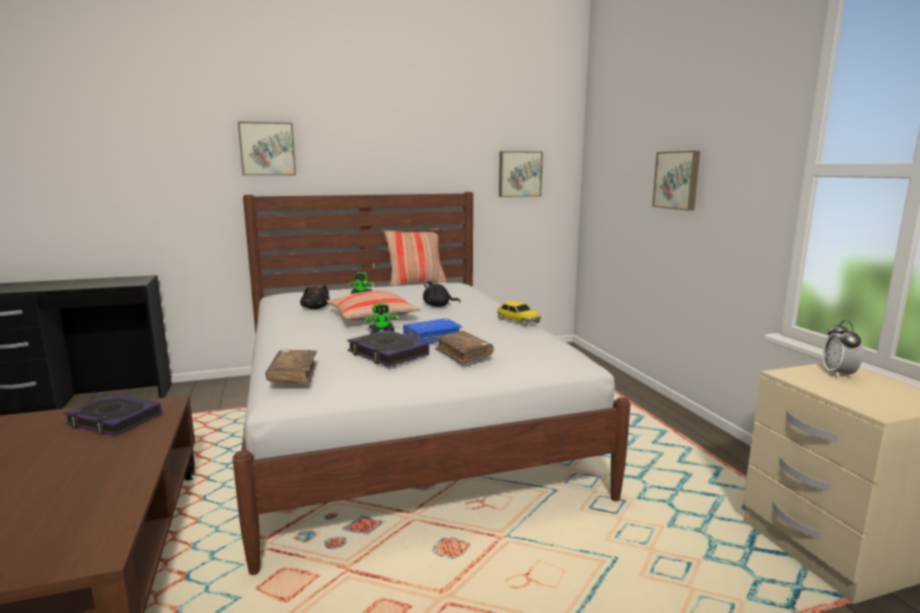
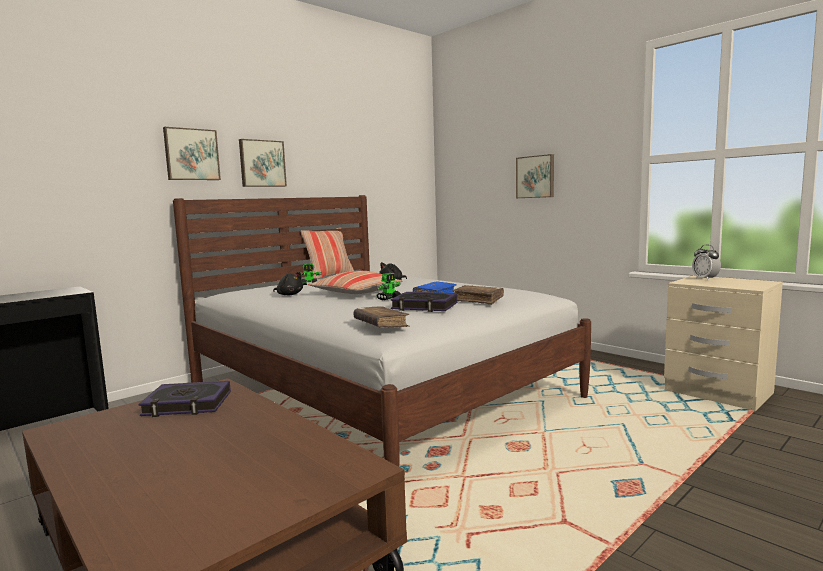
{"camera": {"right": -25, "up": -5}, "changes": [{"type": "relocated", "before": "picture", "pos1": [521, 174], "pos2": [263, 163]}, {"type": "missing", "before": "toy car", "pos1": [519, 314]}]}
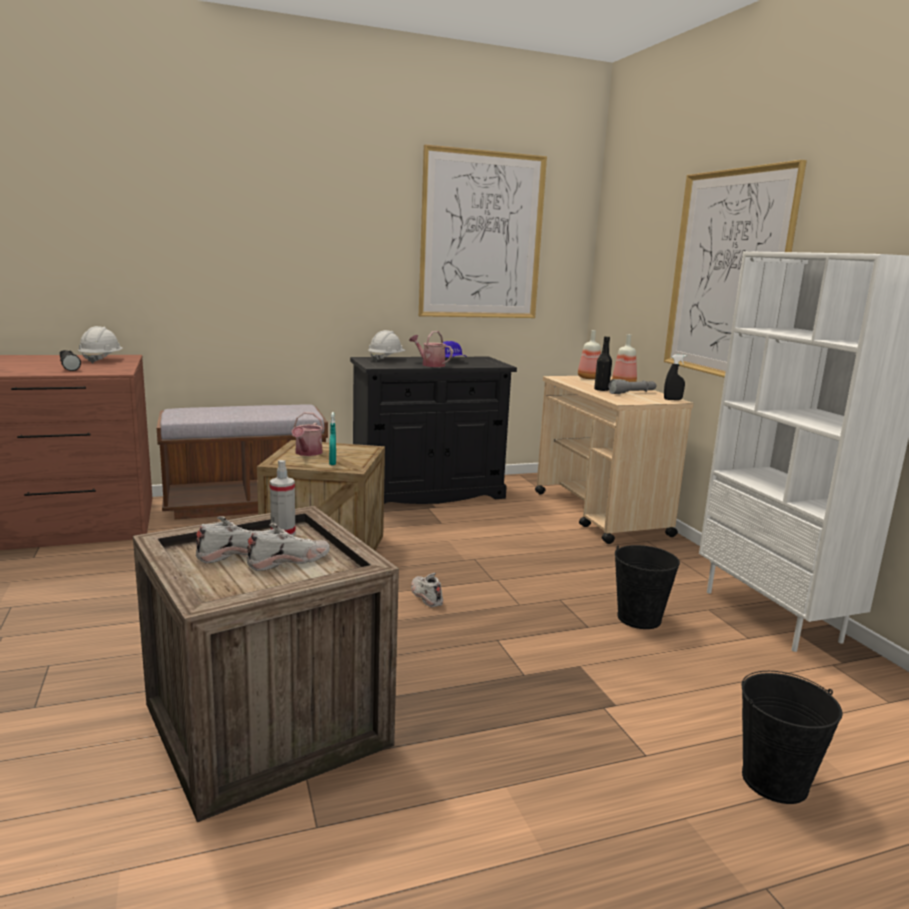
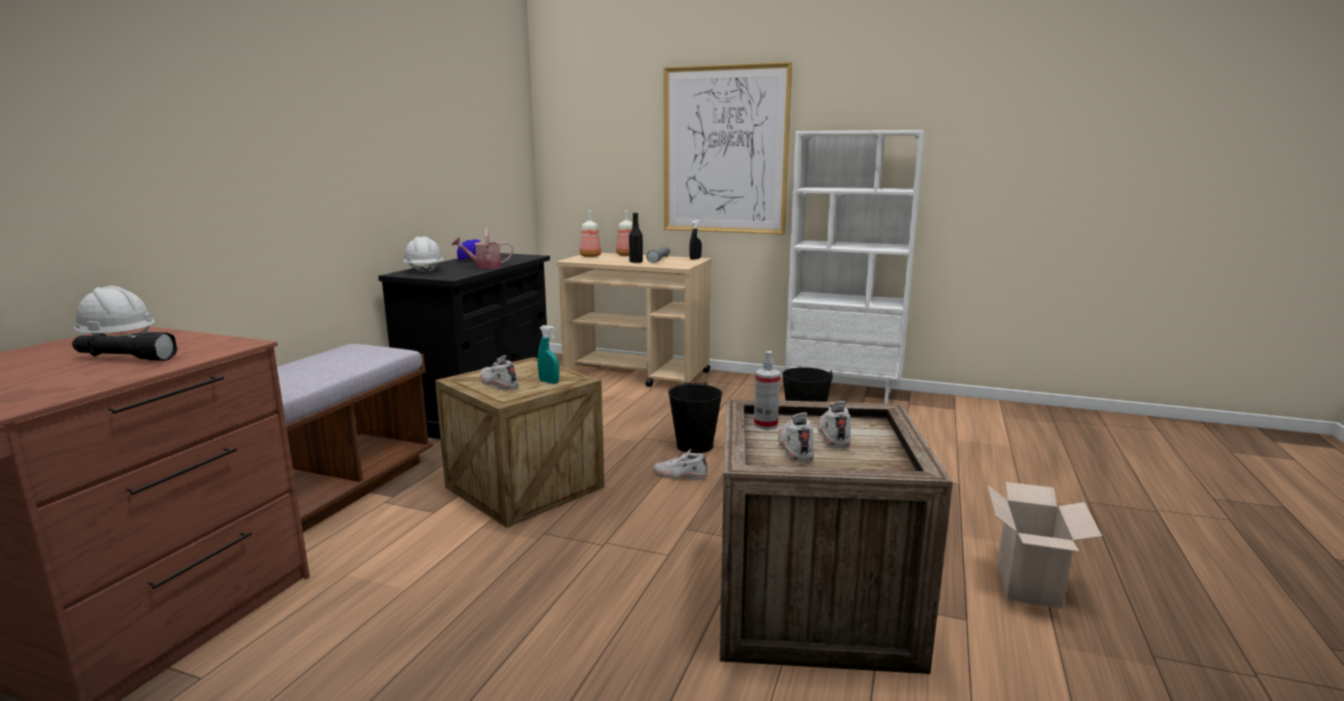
{"camera": {"right": -50, "up": 0}, "changes": [{"type": "exchanged", "before": "watering can", "after": "white shoe", "pos1": [307, 434], "pos2": [499, 372]}, {"type": "relocated", "before": "black bucket", "pos1": [792, 737], "pos2": [695, 417]}, {"type": "appeared", "after": "cardboard box", "pos2": [1045, 545]}, {"type": "missing", "before": "picture", "pos1": [483, 231]}]}
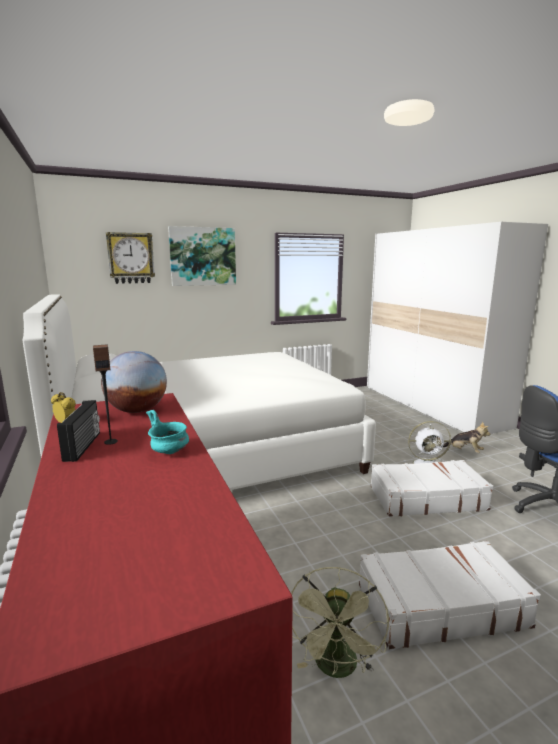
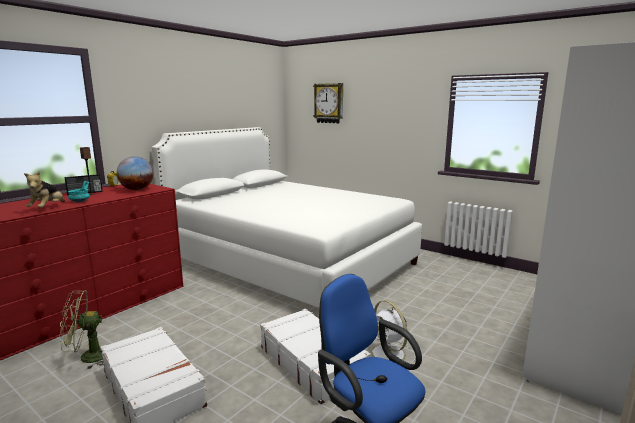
{"camera": {"right": 60, "up": 0}, "changes": [{"type": "relocated", "before": "plush toy", "pos1": [466, 437], "pos2": [44, 189]}, {"type": "missing", "before": "picture", "pos1": [202, 256]}]}
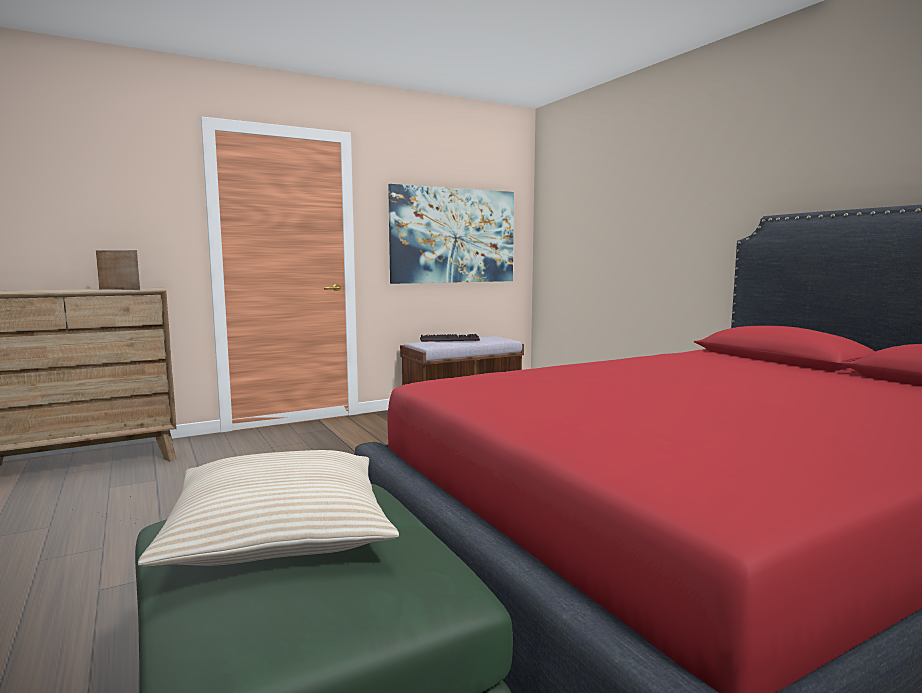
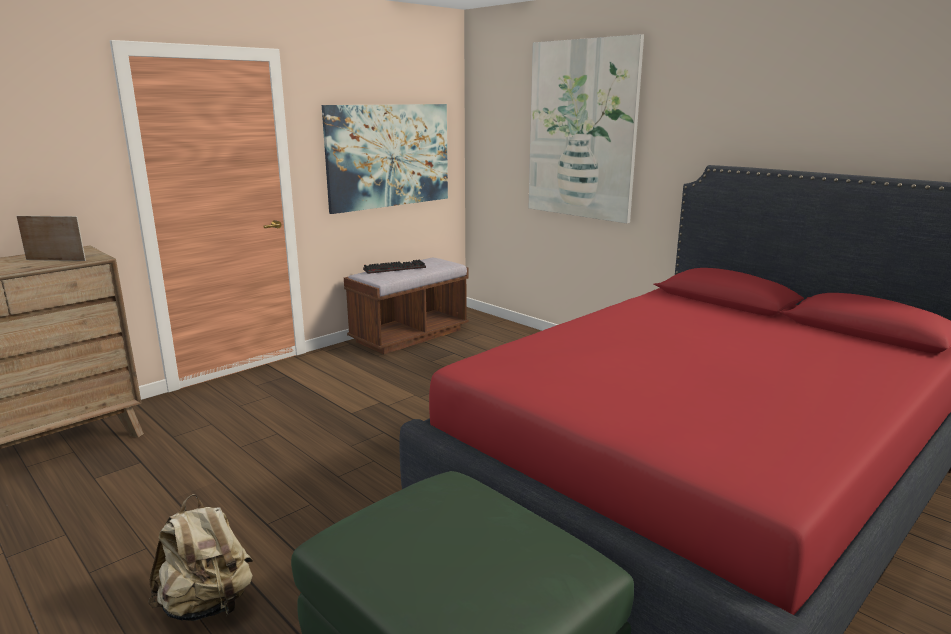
{"camera": {"right": -15, "up": 10}, "changes": [{"type": "appeared", "after": "beige backpack", "pos2": [200, 557]}, {"type": "appeared", "after": "picture", "pos2": [586, 128]}, {"type": "missing", "before": "beige pillow", "pos1": [268, 508]}]}
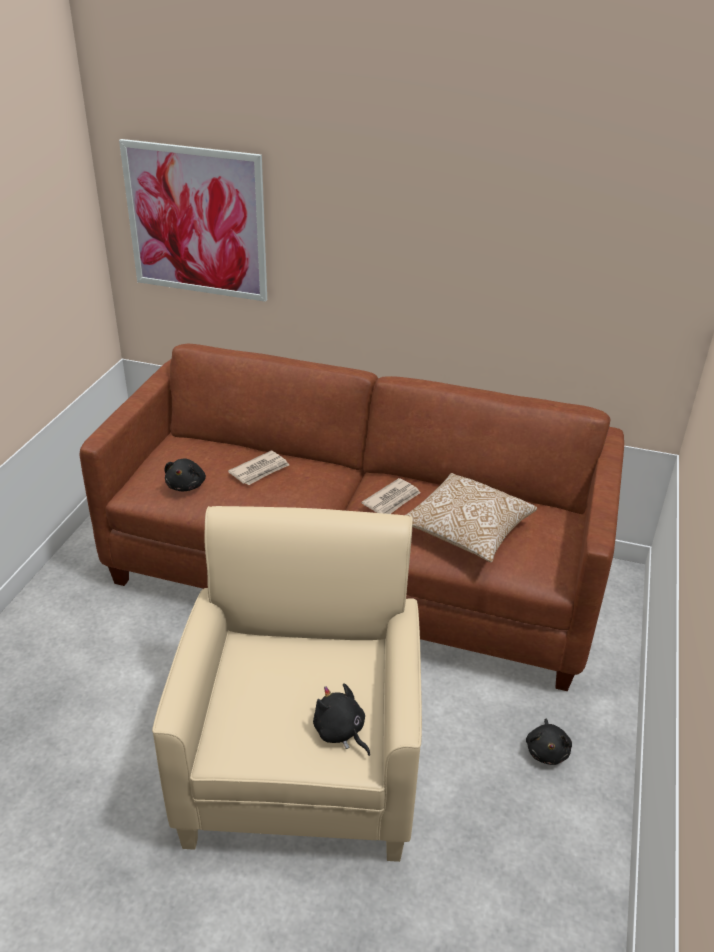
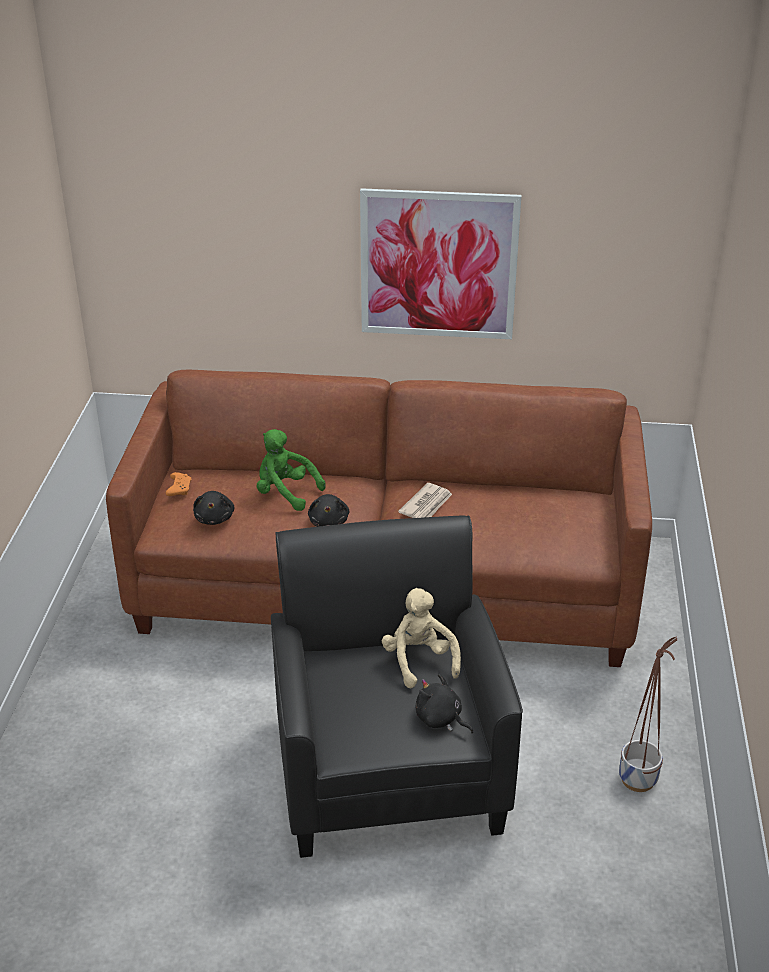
{"camera": {"right": -10, "up": 0}, "changes": [{"type": "appeared", "after": "orange game controller", "pos2": [178, 484]}, {"type": "exchanged", "before": "newspaper", "after": "green plush toy", "pos1": [258, 468], "pos2": [291, 470]}, {"type": "colour", "before": "beige armchair", "after": "black armchair", "pos1": [287, 684], "pos2": [397, 687]}, {"type": "relocated", "before": "black plush toy", "pos1": [549, 742], "pos2": [329, 510]}, {"type": "relocated", "before": "picture", "pos1": [193, 220], "pos2": [440, 263]}, {"type": "appeared", "after": "beige plush toy", "pos2": [421, 638]}, {"type": "appeared", "after": "planter", "pos2": [648, 714]}, {"type": "missing", "before": "pillow", "pos1": [471, 517]}]}
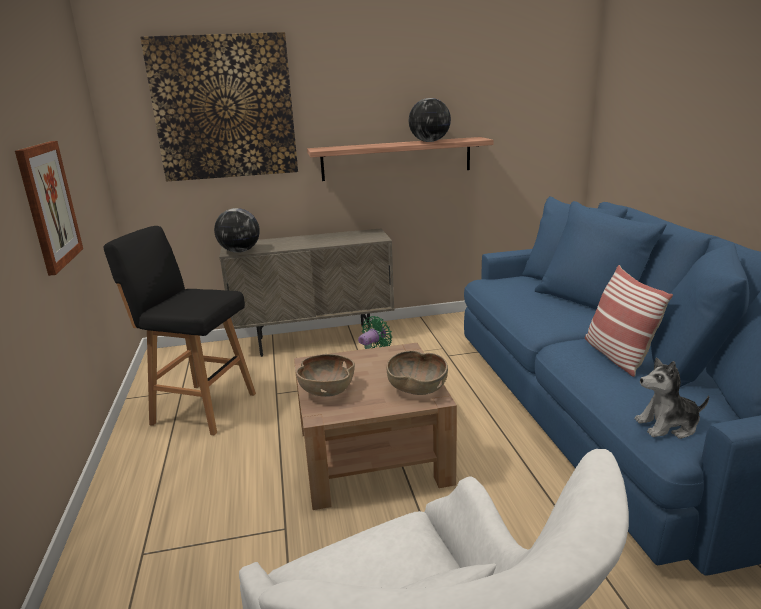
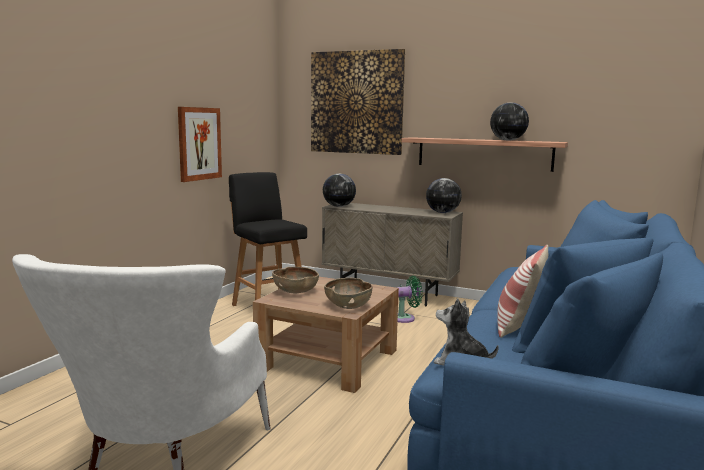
{"camera": {"right": 35, "up": -10}, "changes": [{"type": "appeared", "after": "globe", "pos2": [444, 195]}]}
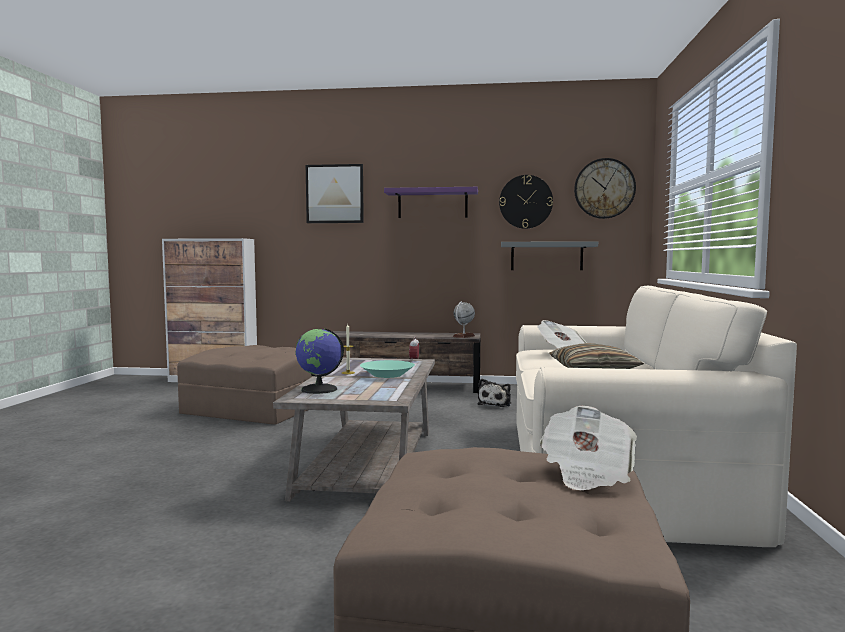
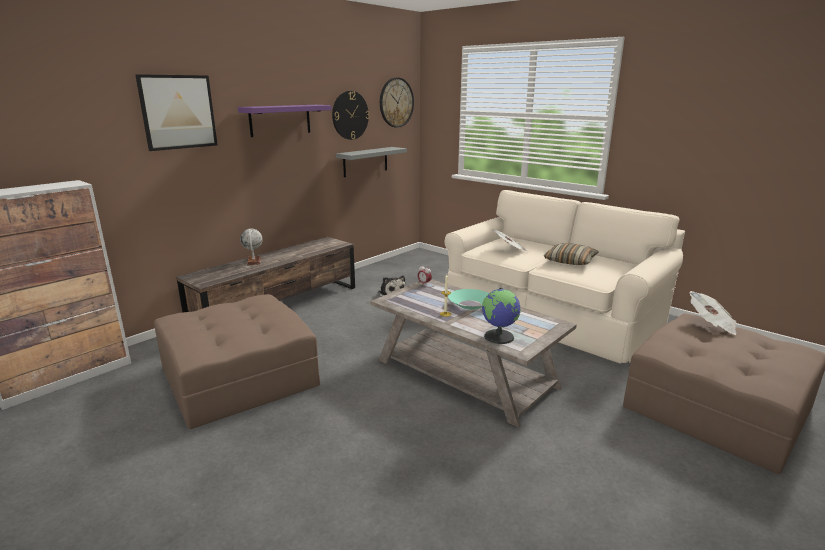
{"camera": {"right": -55, "up": 15}, "changes": [{"type": "relocated", "before": "globe", "pos1": [464, 319], "pos2": [251, 246]}]}
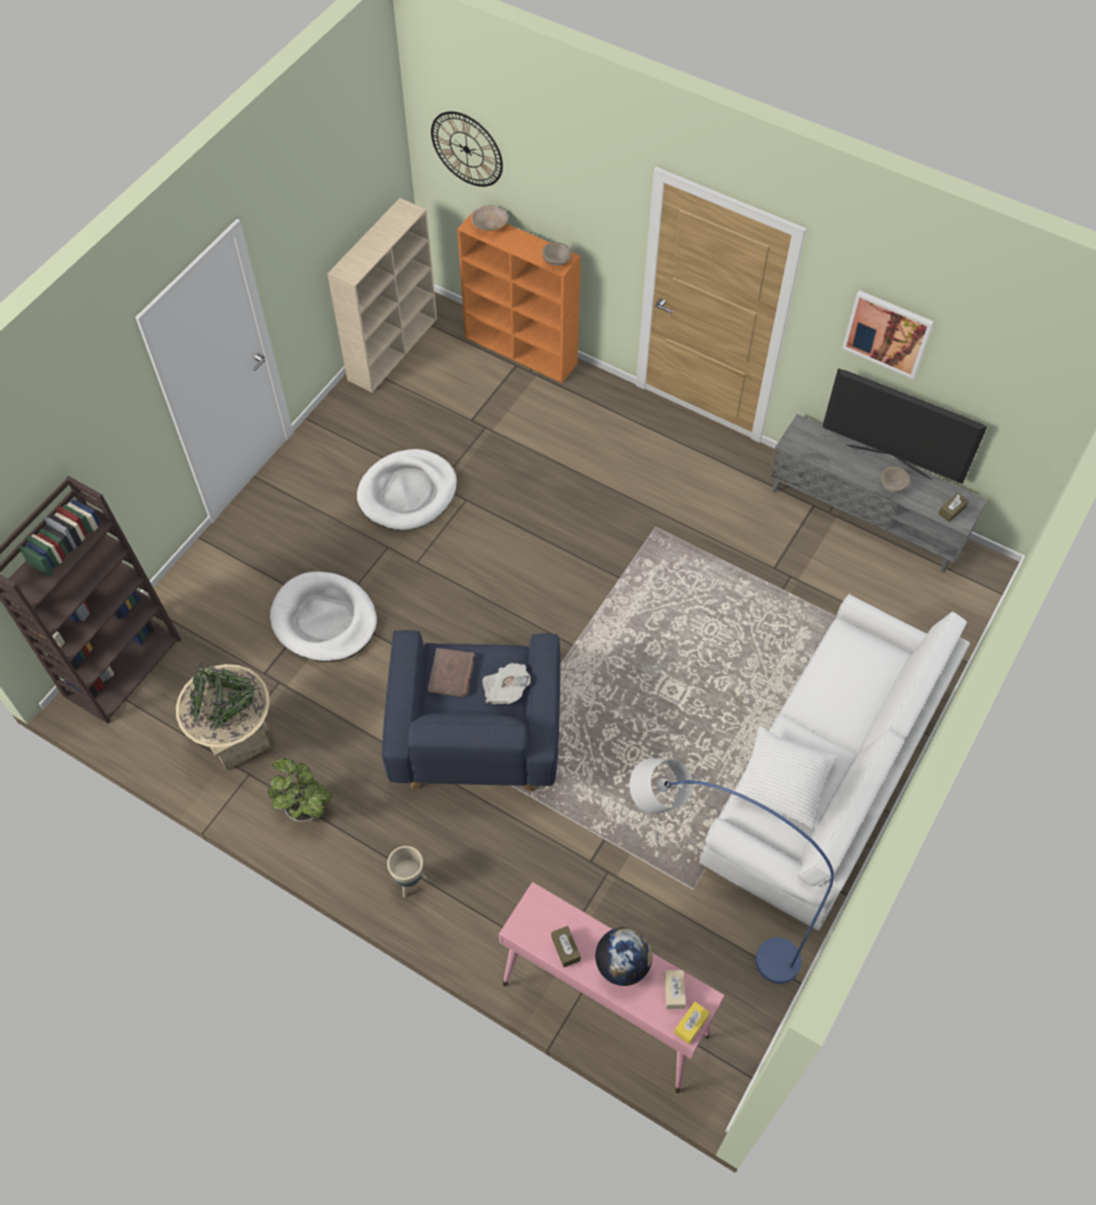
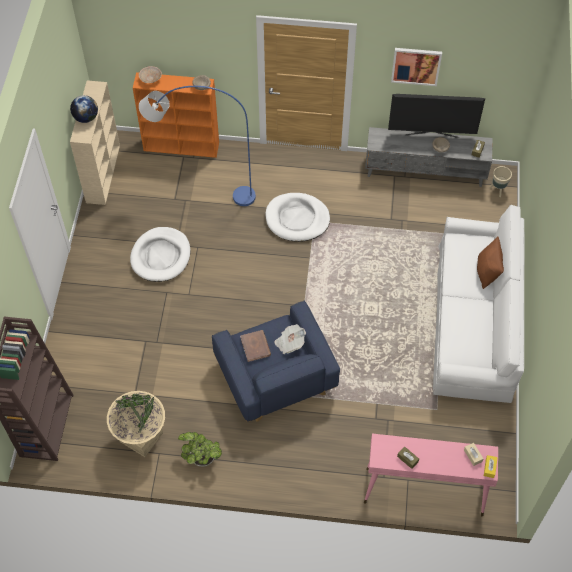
{"camera": {"right": -25, "up": 0}, "changes": [{"type": "relocated", "before": "globe", "pos1": [623, 956], "pos2": [84, 109]}, {"type": "relocated", "before": "blue floor lamp", "pos1": [731, 871], "pos2": [197, 146]}, {"type": "relocated", "before": "white dog bed", "pos1": [323, 616], "pos2": [297, 217]}, {"type": "appeared", "after": "brown pillow", "pos2": [490, 262]}, {"type": "relocated", "before": "beige planter", "pos1": [407, 872], "pos2": [500, 181]}, {"type": "missing", "before": "wall clock", "pos1": [467, 149]}, {"type": "missing", "before": "white pillow", "pos1": [785, 777]}]}
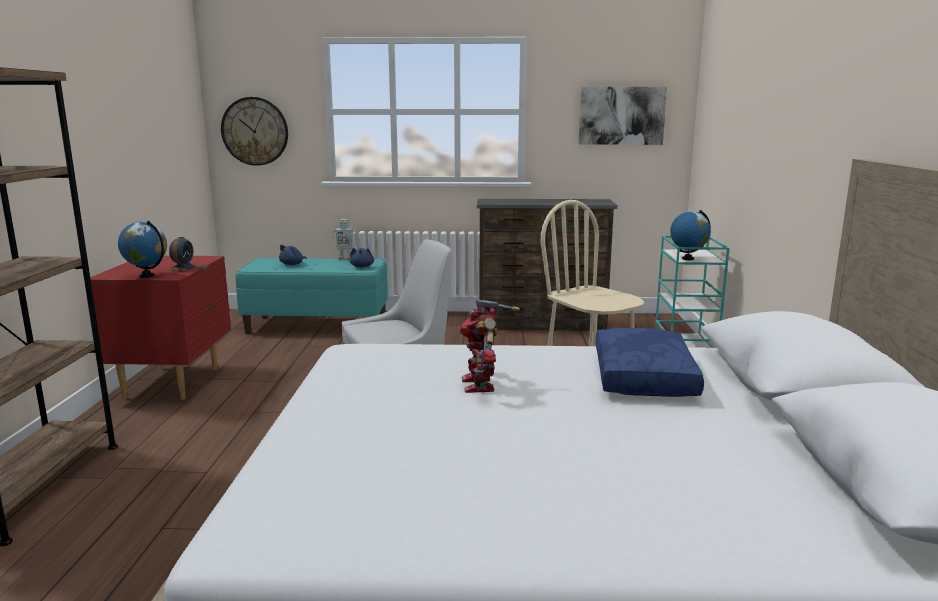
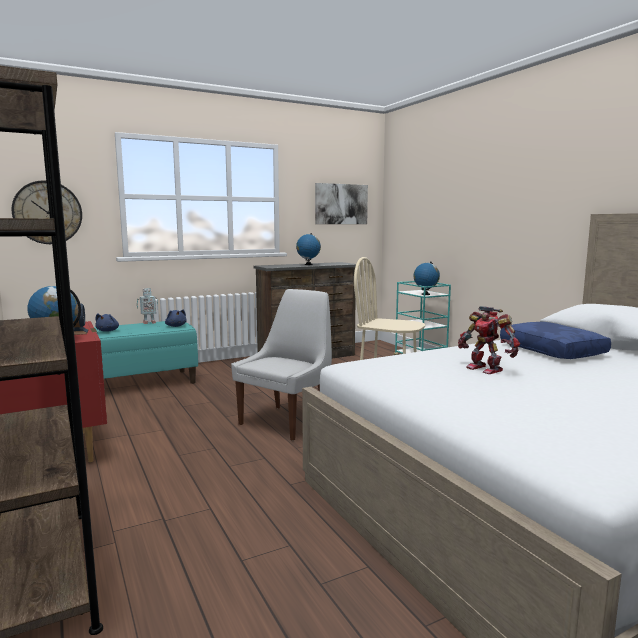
{"camera": {"right": -30, "up": -5}, "changes": [{"type": "appeared", "after": "globe", "pos2": [308, 249]}]}
